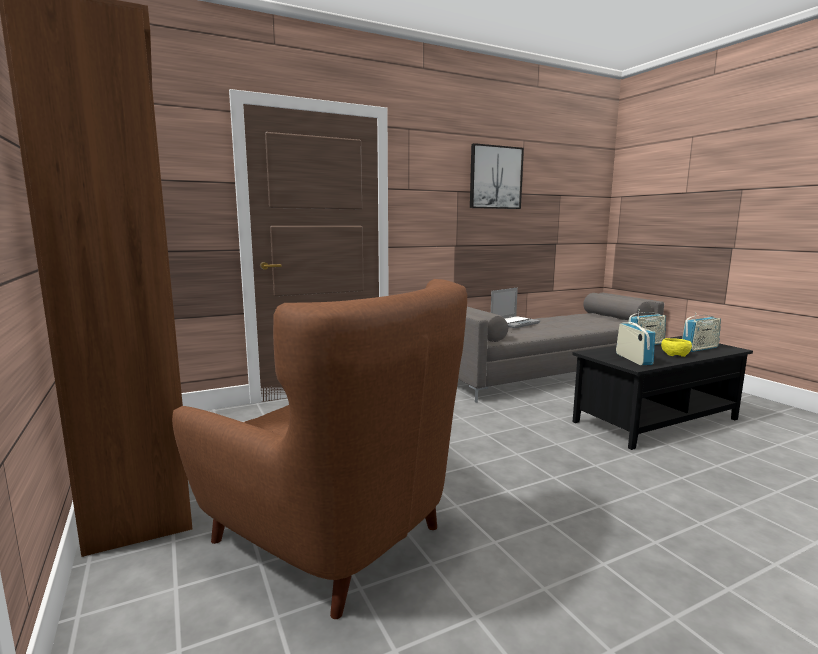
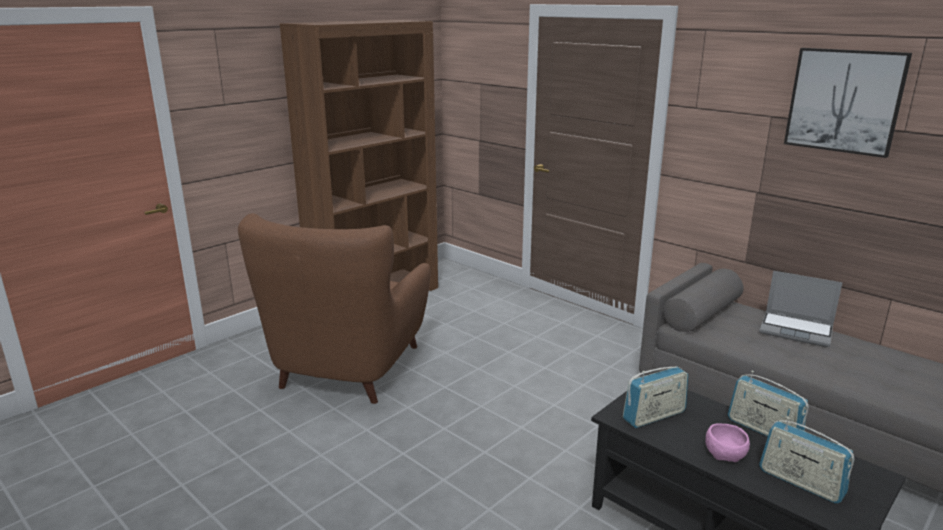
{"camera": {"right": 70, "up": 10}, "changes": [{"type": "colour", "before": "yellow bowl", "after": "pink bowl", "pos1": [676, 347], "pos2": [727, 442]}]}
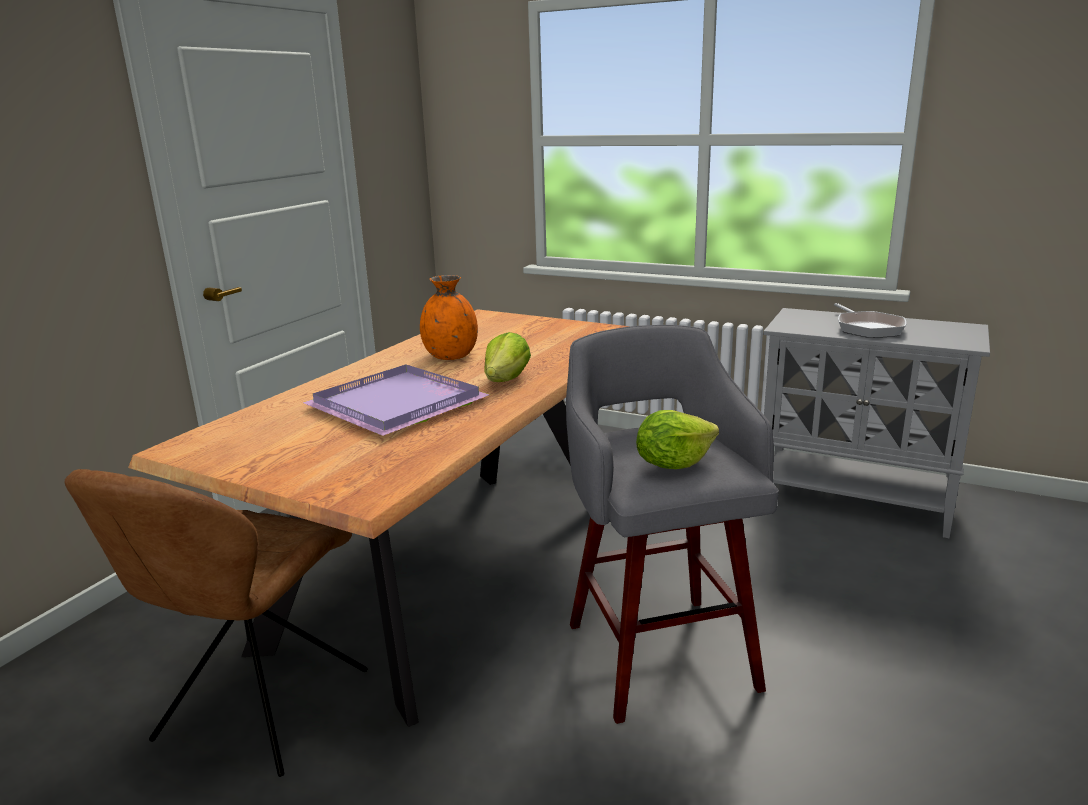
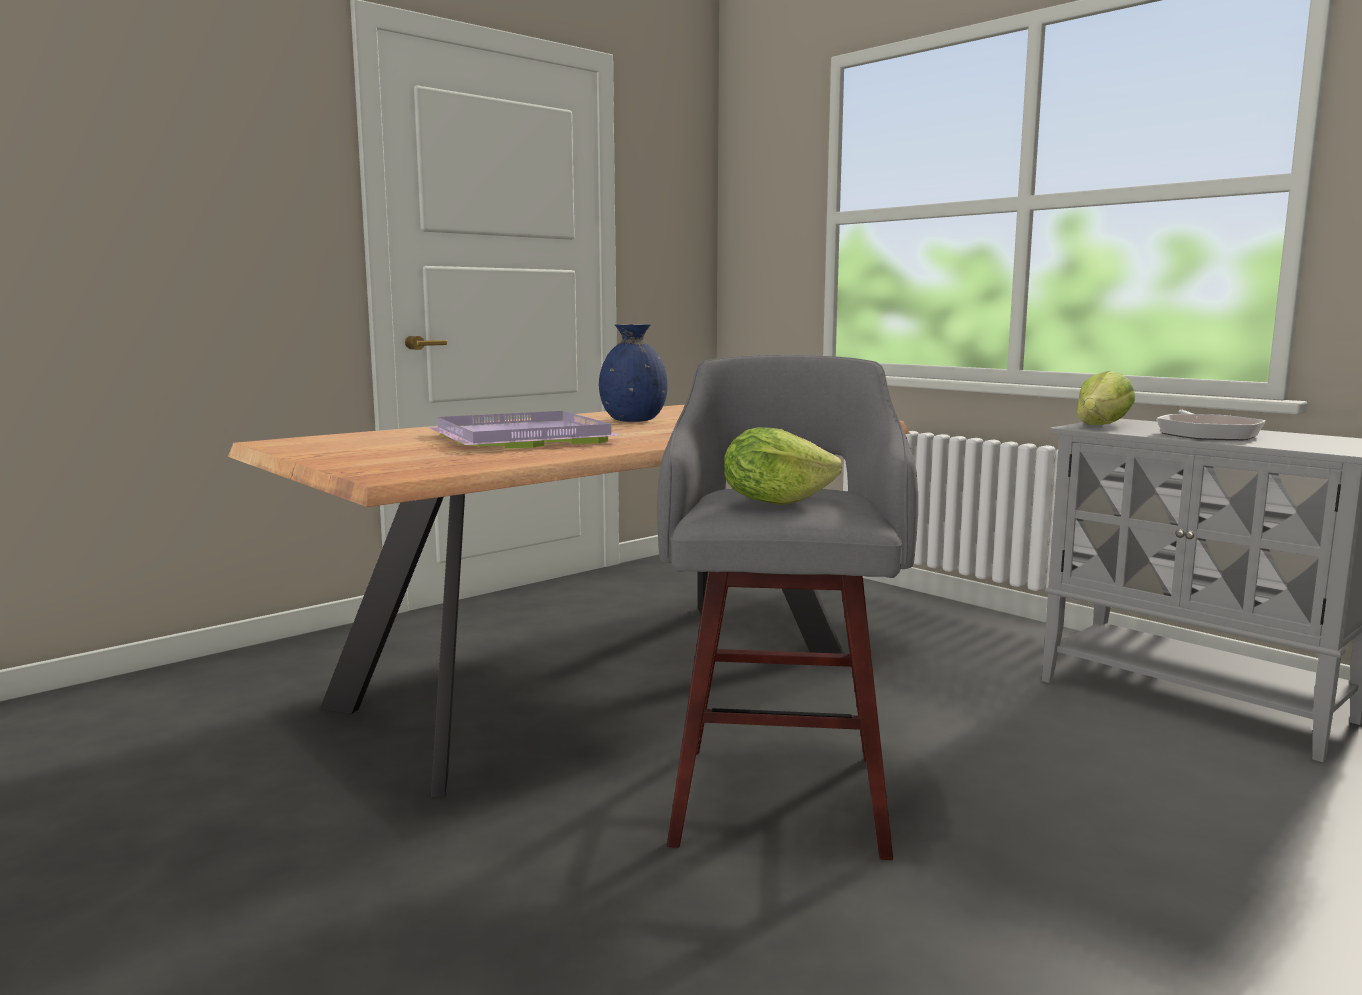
{"camera": {"right": 20, "up": -10}, "changes": [{"type": "colour", "before": "orange vase", "after": "blue vase", "pos1": [449, 317], "pos2": [633, 373]}, {"type": "relocated", "before": "lettuce", "pos1": [507, 357], "pos2": [1106, 398]}, {"type": "missing", "before": "brown chair", "pos1": [216, 623]}]}
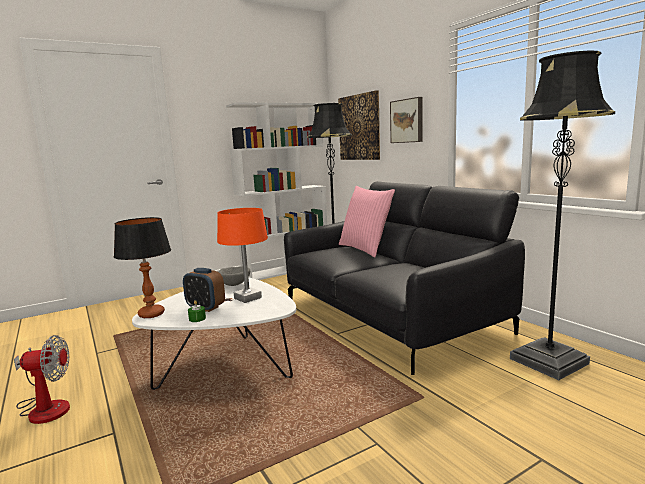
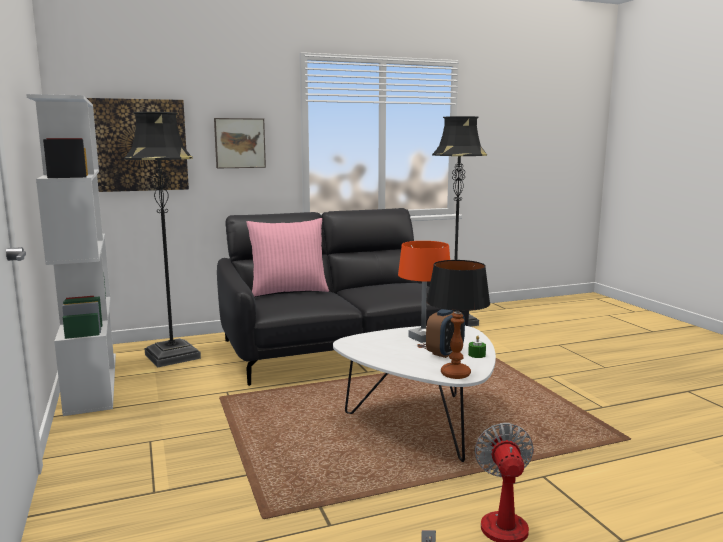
{"camera": {"right": -80, "up": 0}, "changes": [{"type": "missing", "before": "grey bowl", "pos1": [234, 276]}]}
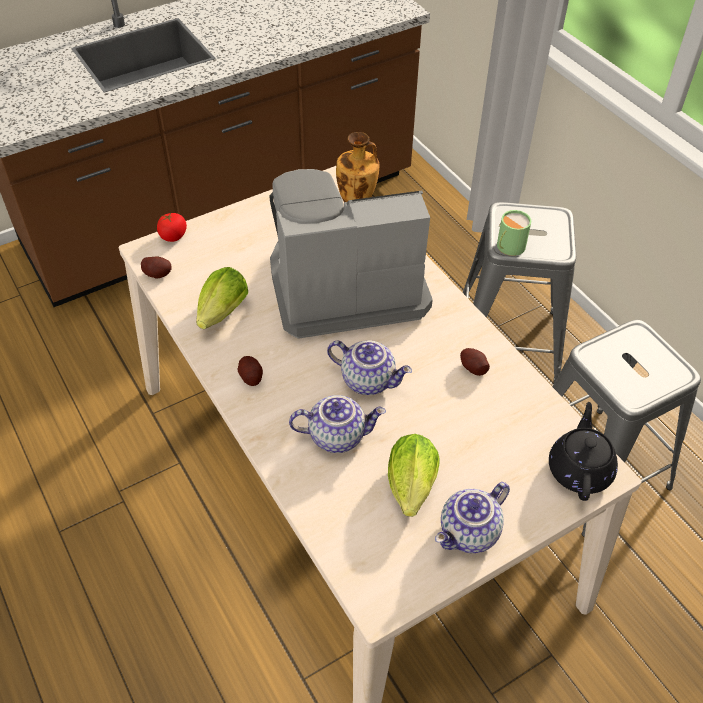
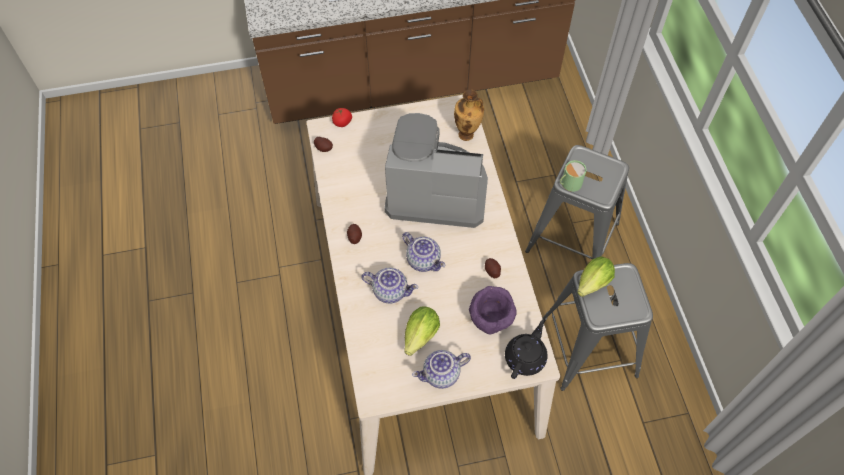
{"camera": {"right": 20, "up": 10}, "changes": [{"type": "appeared", "after": "purple bowl", "pos2": [493, 310]}, {"type": "relocated", "before": "lettuce", "pos1": [222, 298], "pos2": [596, 276]}]}
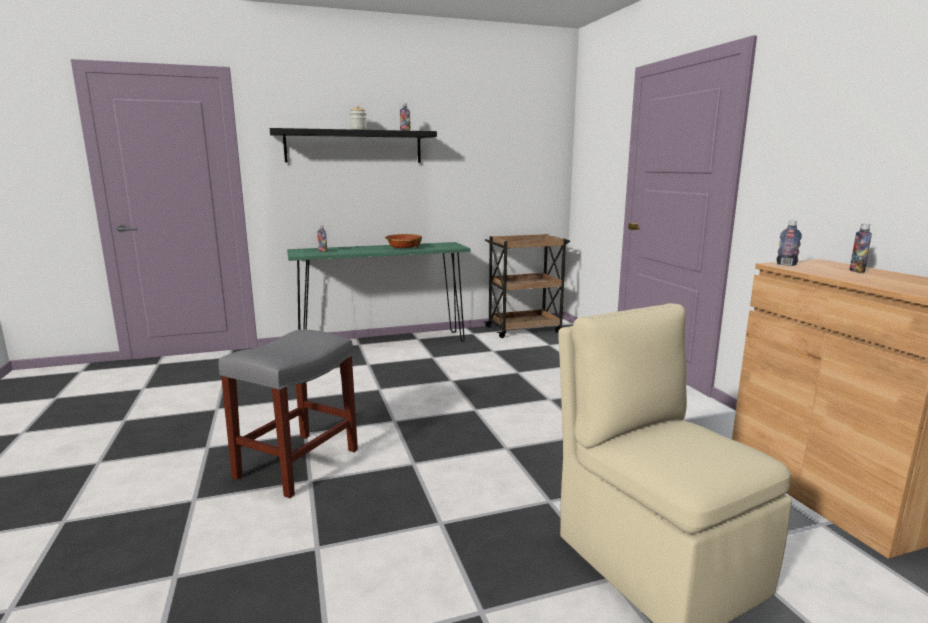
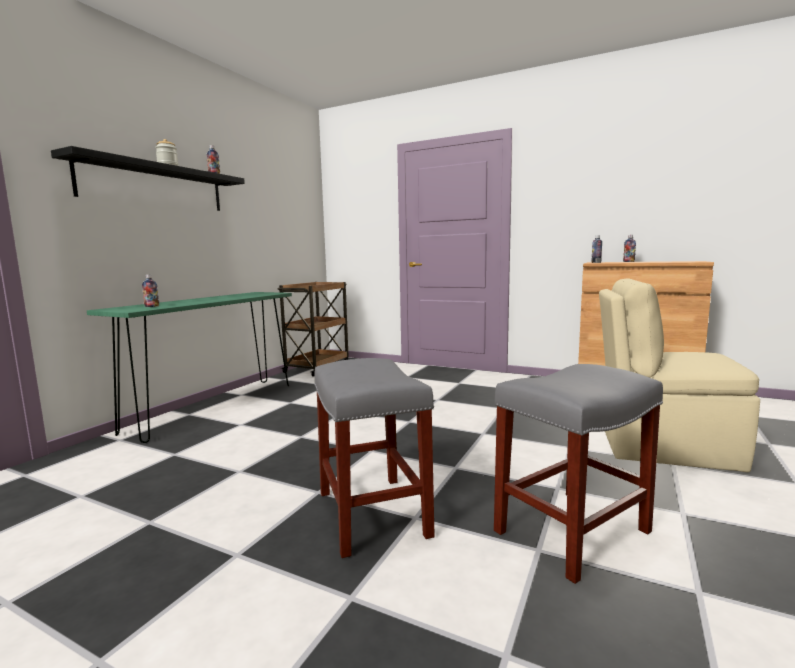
{"camera": {"right": -45, "up": -5}, "changes": [{"type": "appeared", "after": "grey stool", "pos2": [578, 474]}, {"type": "missing", "before": "bowl", "pos1": [403, 241]}]}
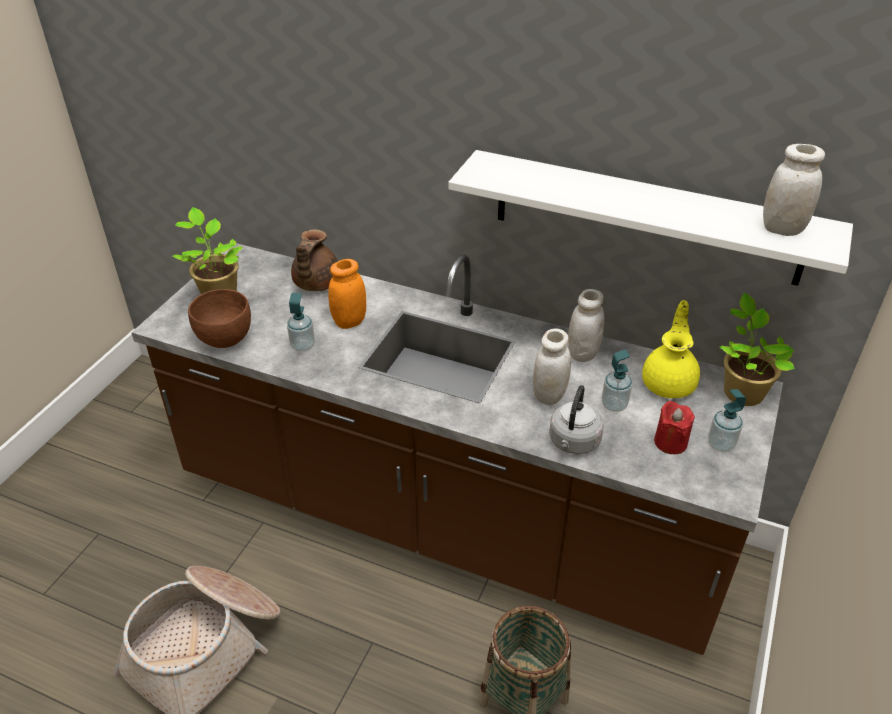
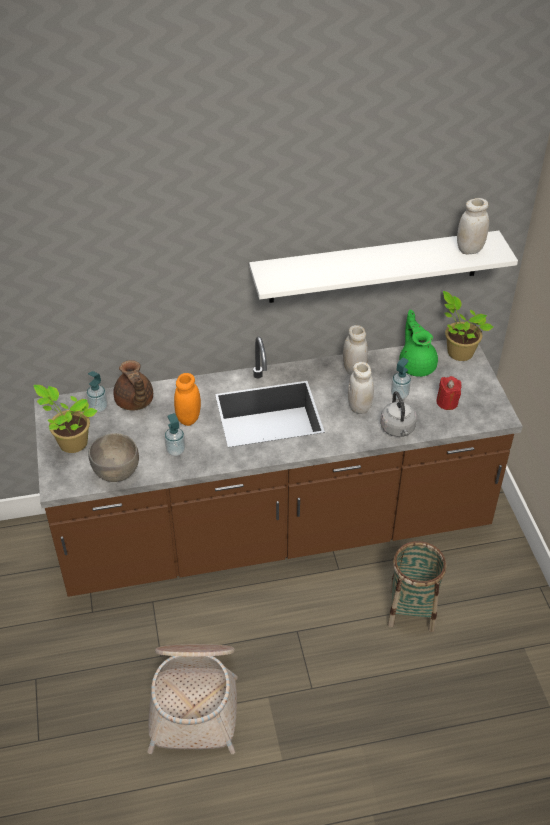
{"camera": {"right": -35, "up": 5}, "changes": [{"type": "relocated", "before": "soap dispenser", "pos1": [727, 420], "pos2": [97, 392]}, {"type": "colour", "before": "brown bowl", "after": "grey bowl", "pos1": [219, 318], "pos2": [113, 457]}, {"type": "colour", "before": "yellow teapot", "after": "green teapot", "pos1": [671, 349], "pos2": [418, 343]}]}
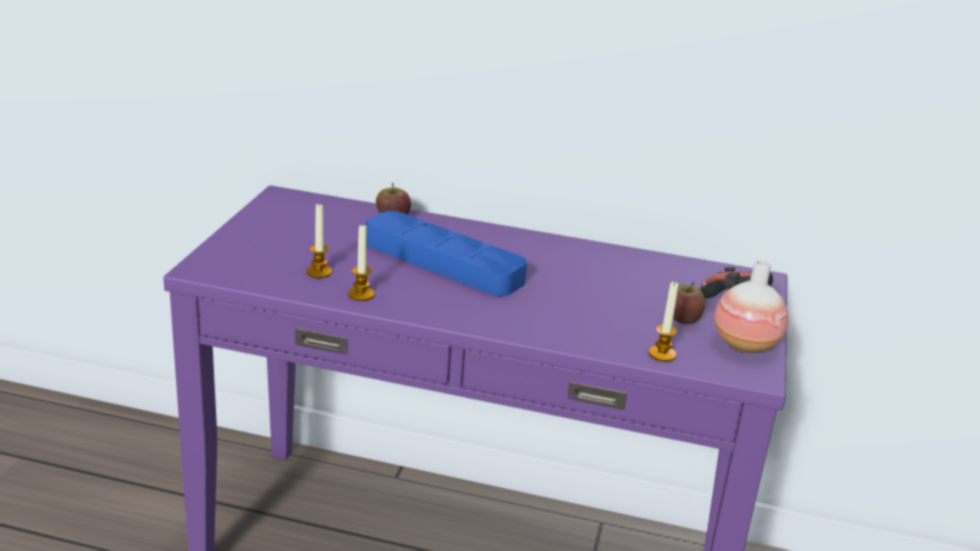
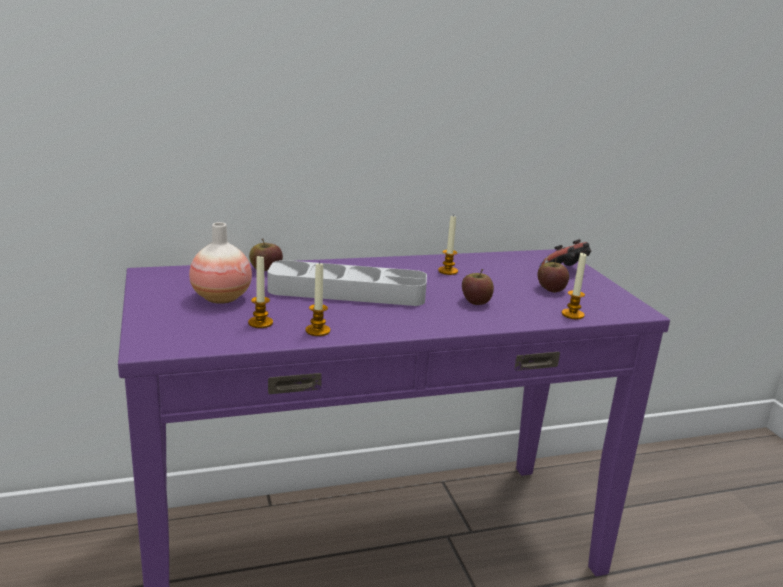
{"camera": {"right": -30, "up": -5}, "changes": [{"type": "relocated", "before": "vase", "pos1": [751, 306], "pos2": [220, 263]}, {"type": "colour", "before": "blue tray", "after": "grey tray", "pos1": [446, 253], "pos2": [347, 283]}, {"type": "appeared", "after": "candle", "pos2": [448, 244]}, {"type": "appeared", "after": "apple", "pos2": [478, 287]}]}
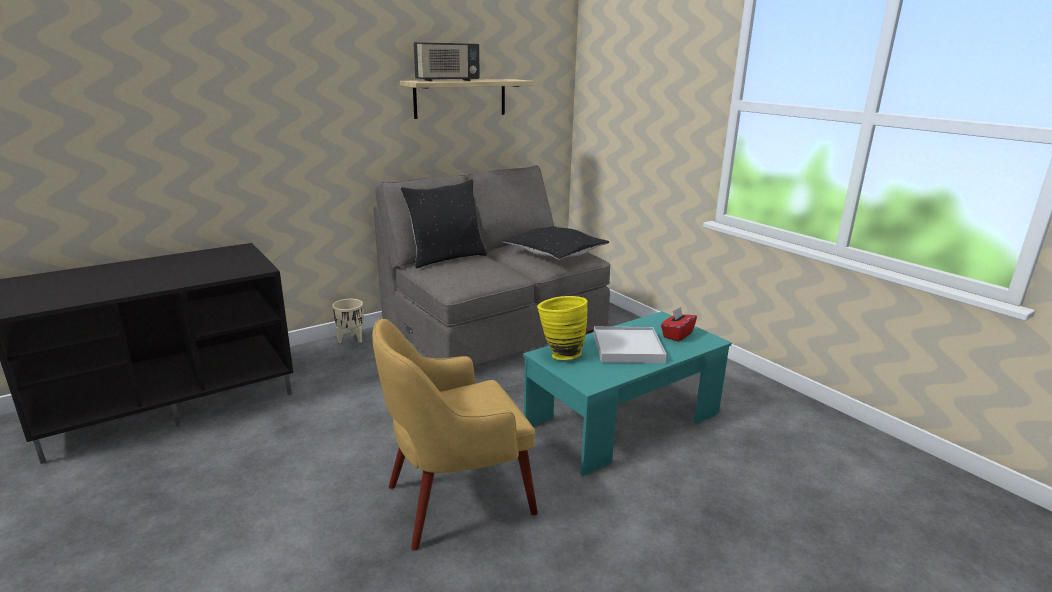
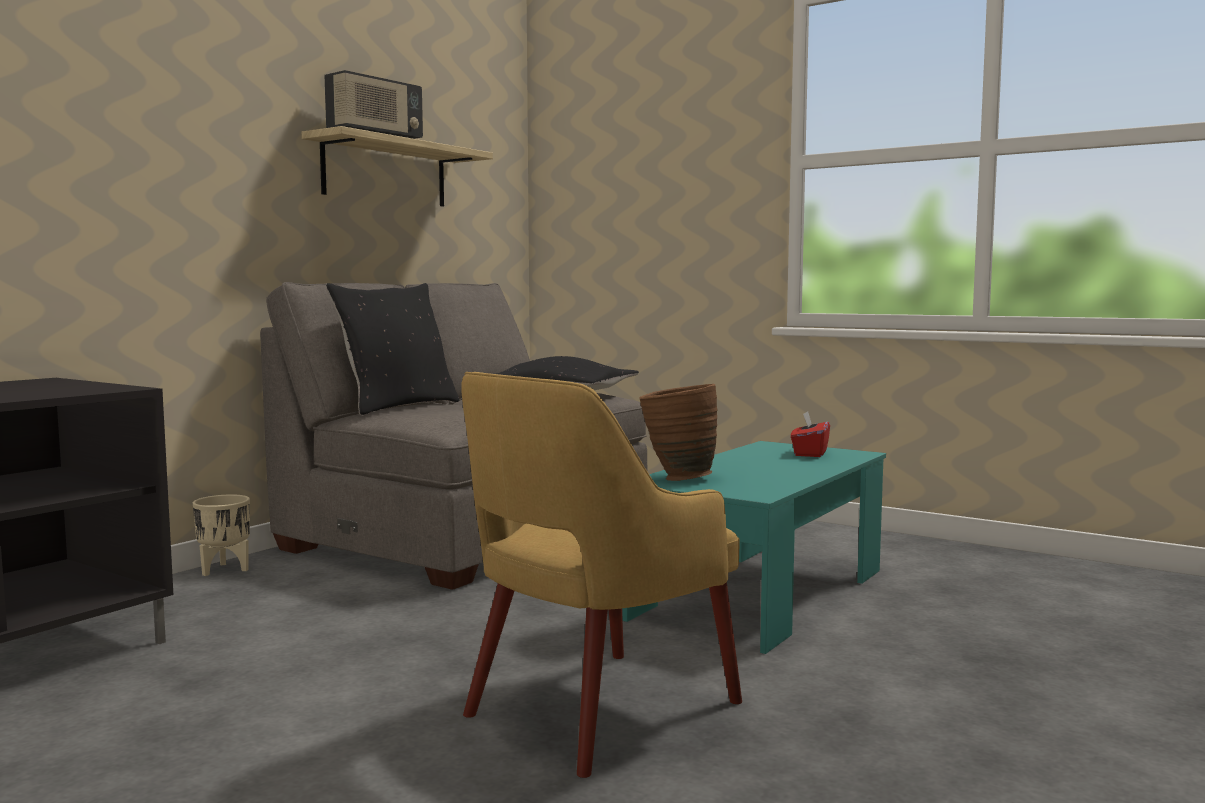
{"camera": {"right": -20, "up": -15}, "changes": [{"type": "colour", "before": "yellow vase", "after": "brown vase", "pos1": [562, 328], "pos2": [678, 432]}, {"type": "missing", "before": "white tray", "pos1": [630, 345]}]}
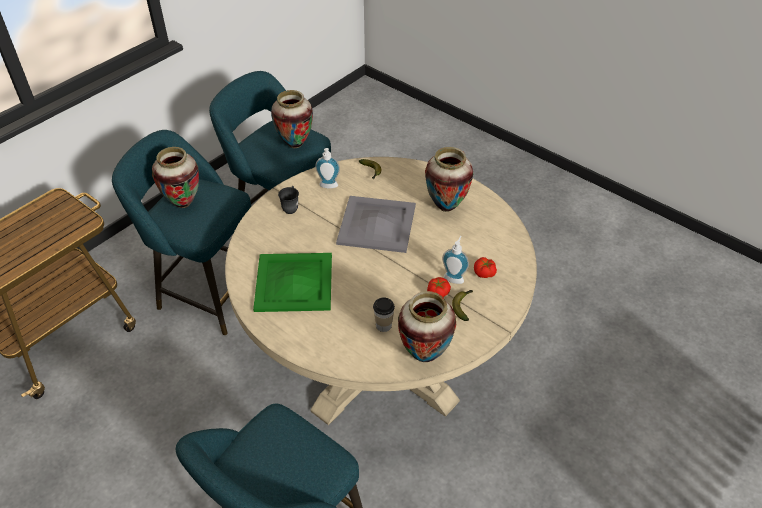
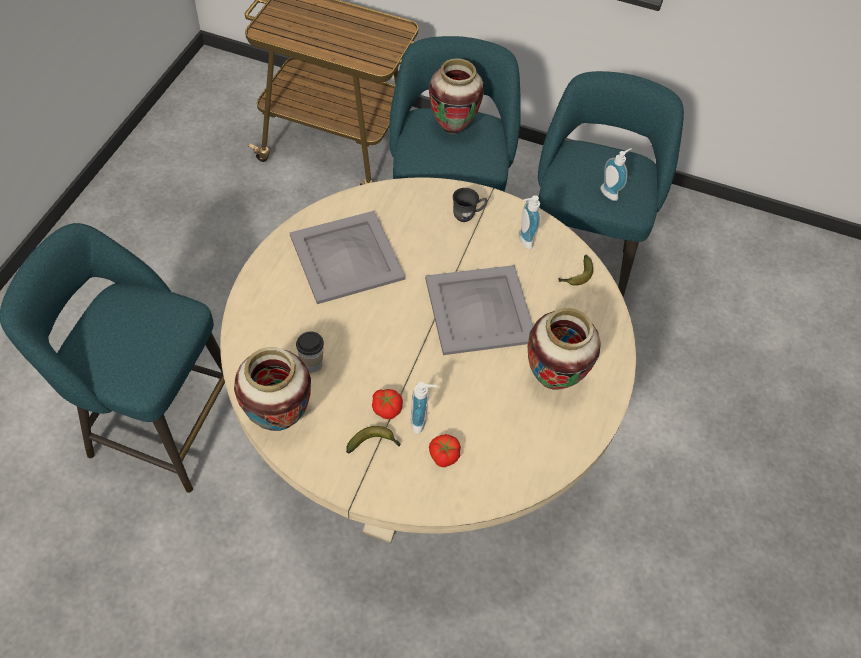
{"camera": {"right": 65, "up": 10}, "changes": [{"type": "colour", "before": "green tray", "after": "grey tray", "pos1": [292, 282], "pos2": [348, 257]}, {"type": "exchanged", "before": "vase", "after": "soap dispenser", "pos1": [292, 119], "pos2": [616, 174]}]}
